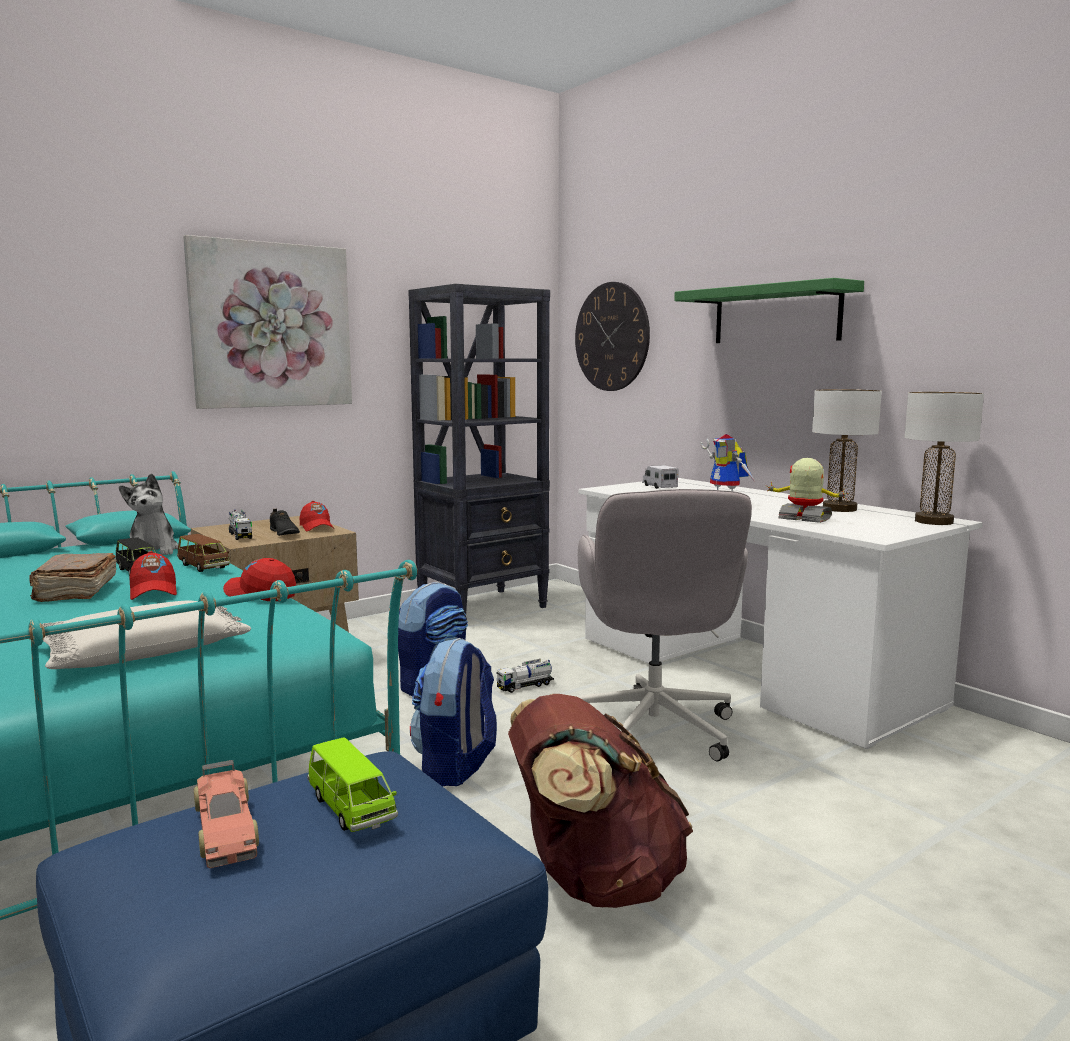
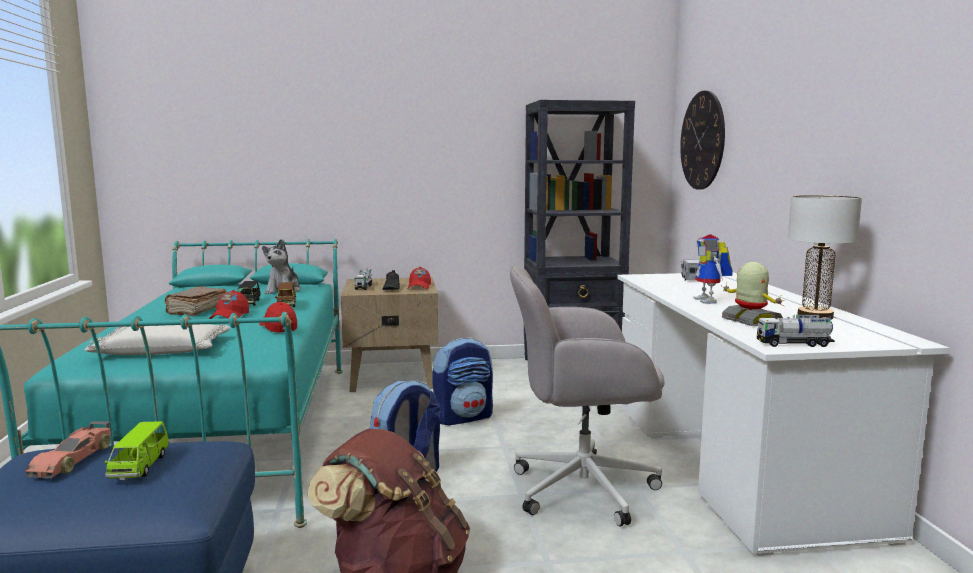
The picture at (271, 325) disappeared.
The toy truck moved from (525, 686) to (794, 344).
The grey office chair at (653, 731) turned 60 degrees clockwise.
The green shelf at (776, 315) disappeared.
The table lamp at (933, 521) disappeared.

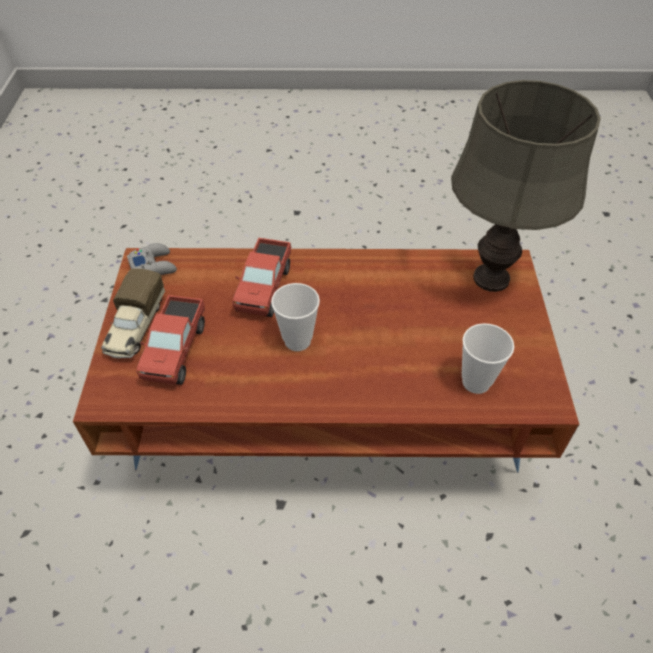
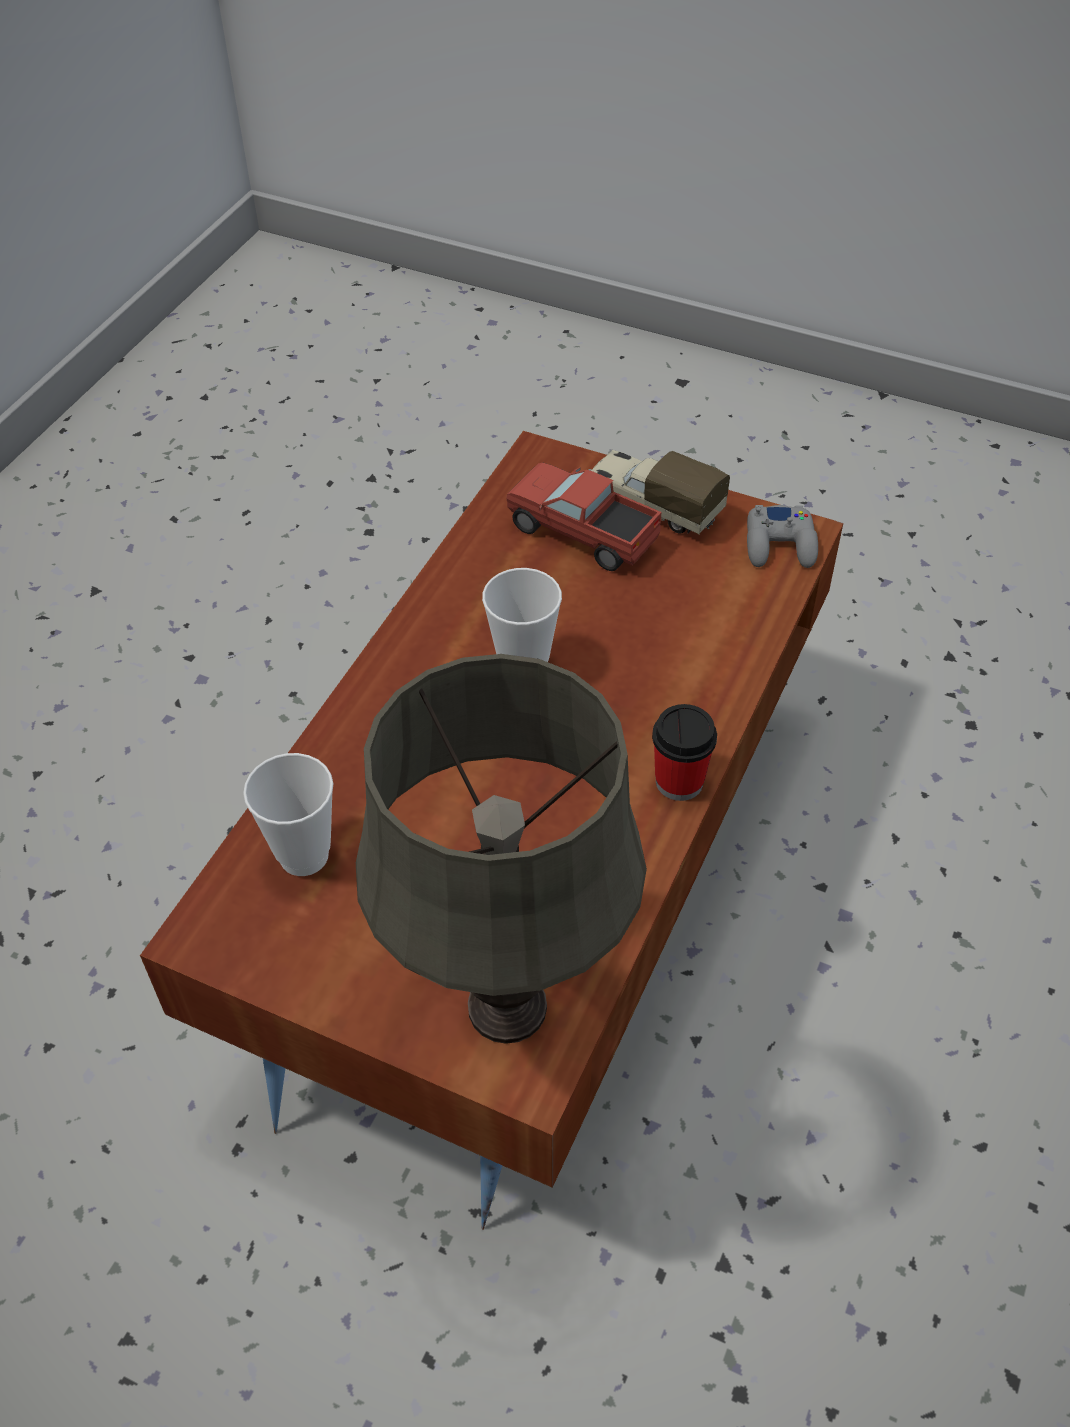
The toy truck at (264, 288) disappeared.
The cup at (679, 781) appeared.

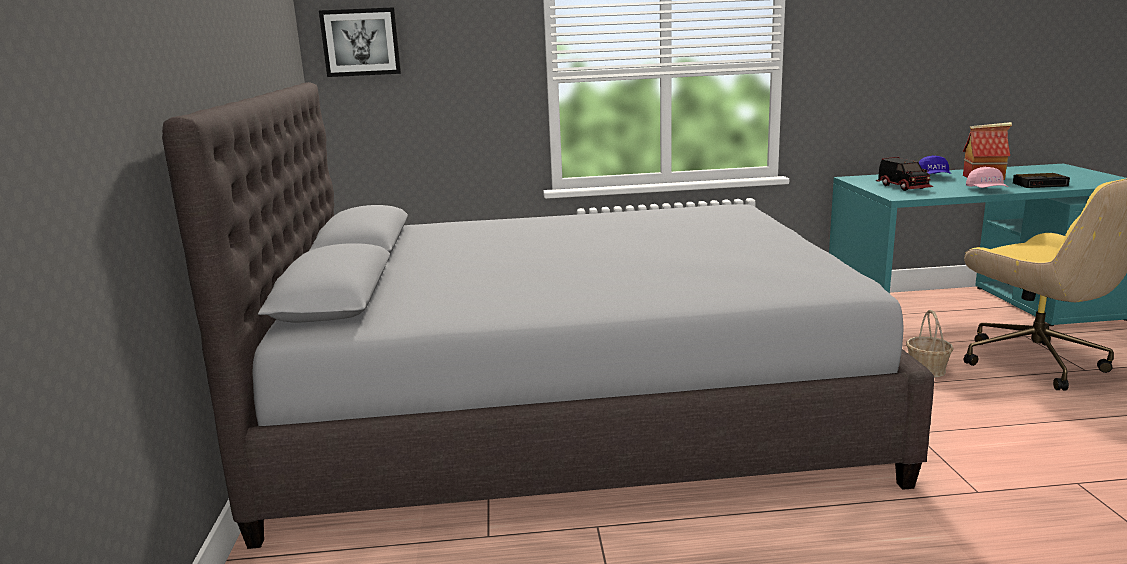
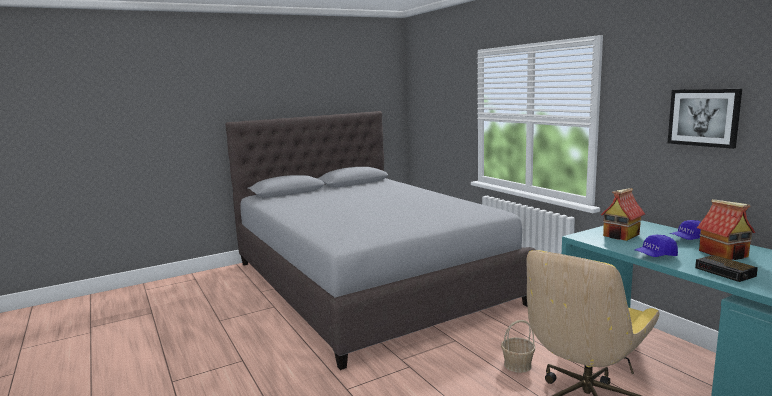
The picture moved from (361, 42) to (704, 117).
The toy truck at (903, 187) was replaced by the toy house at (621, 235).
The pink cap at (986, 190) became the blue cap at (655, 256).

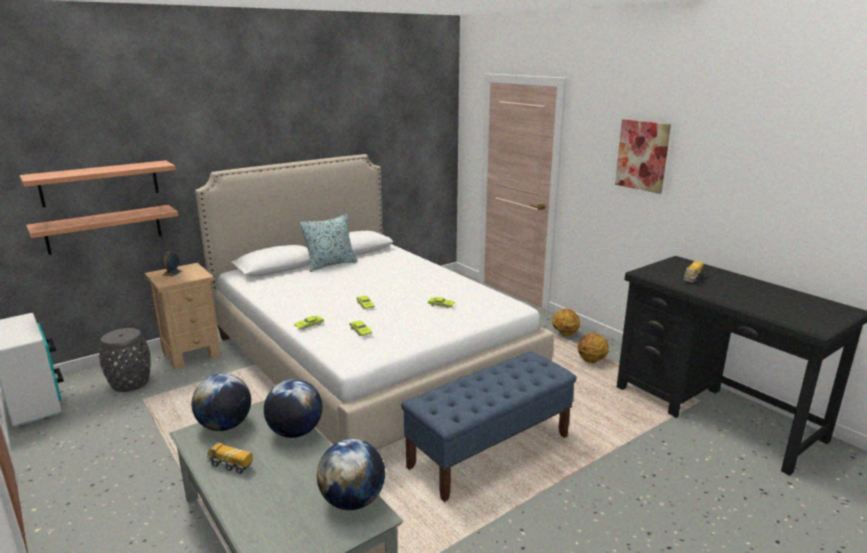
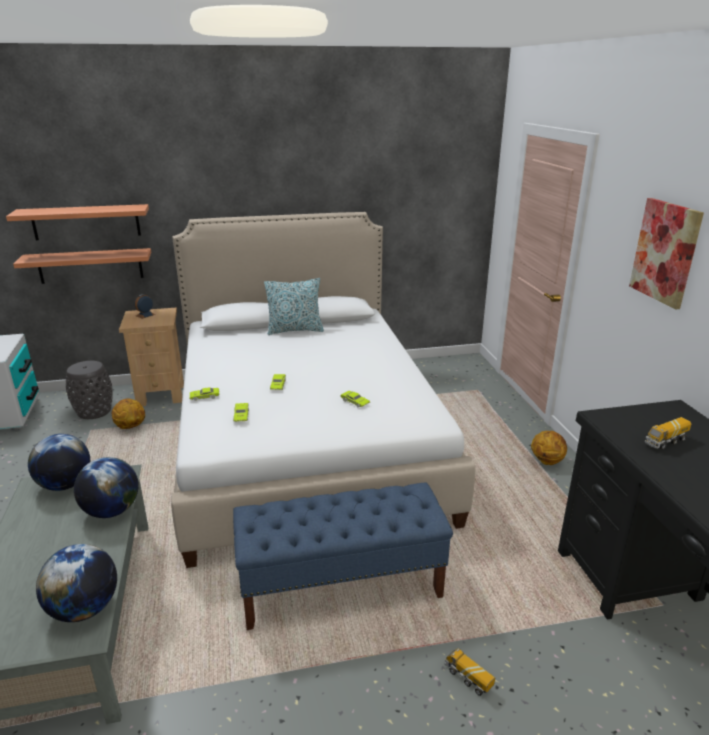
The toy truck moved from (230, 465) to (468, 678).
The basketball moved from (591, 361) to (130, 426).

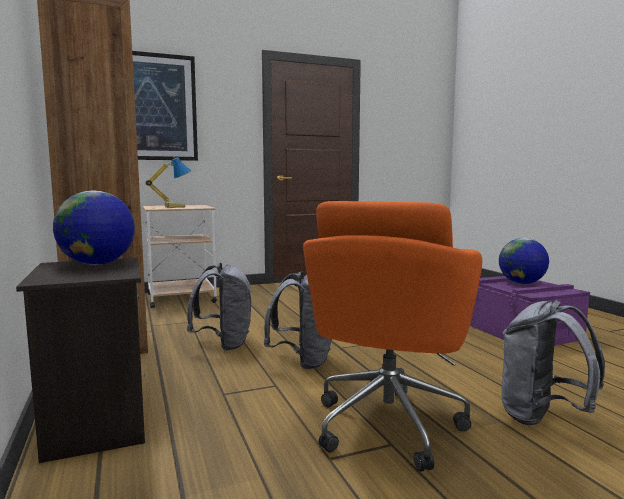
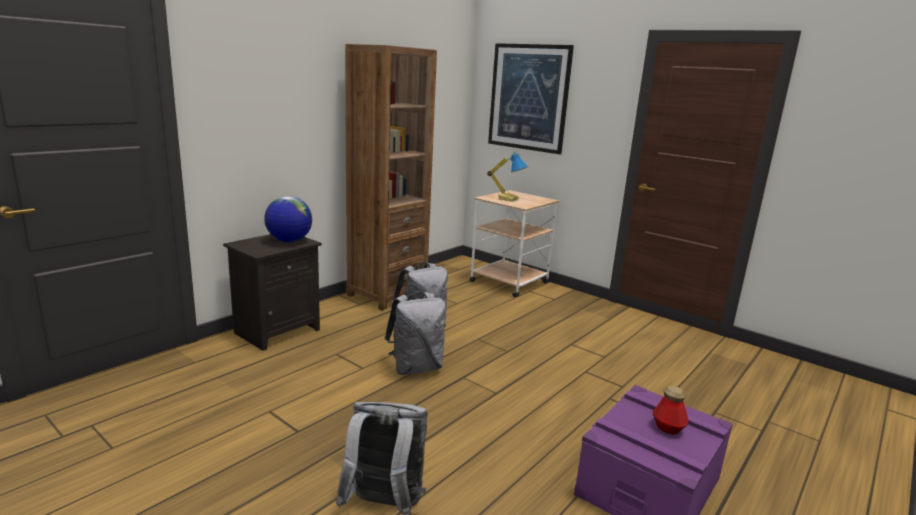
The orange office chair at (389, 422) disappeared.
The globe at (521, 283) was replaced by the bottle at (668, 428).

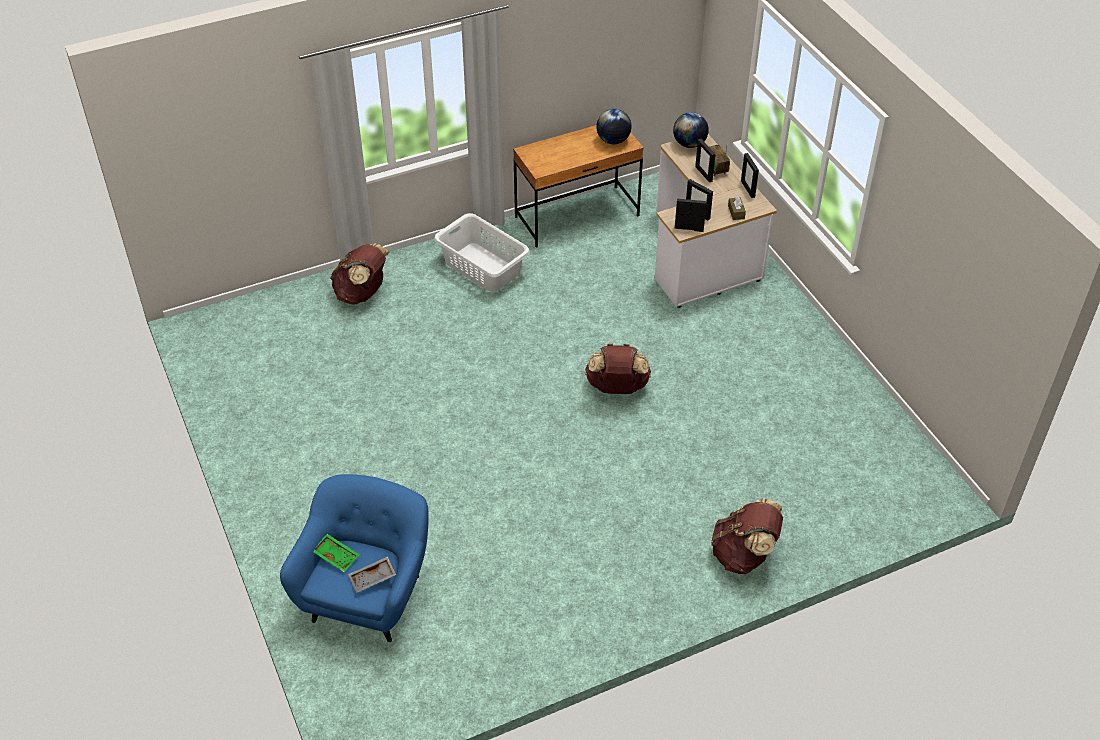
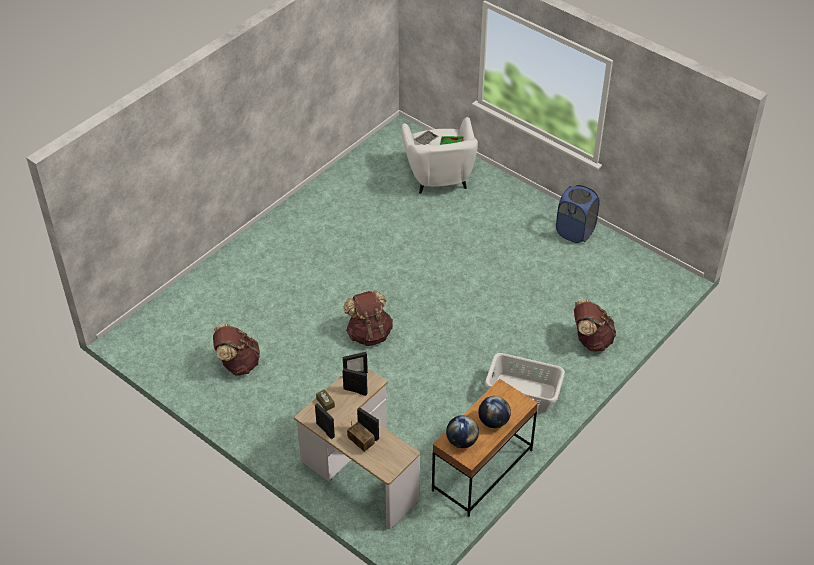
The blue armchair at (368, 595) became the white armchair at (439, 177).
The globe moved from (689, 144) to (493, 421).
The brown backpack moved from (743, 555) to (238, 364).
The blue laundry basket at (575, 232) appeared.

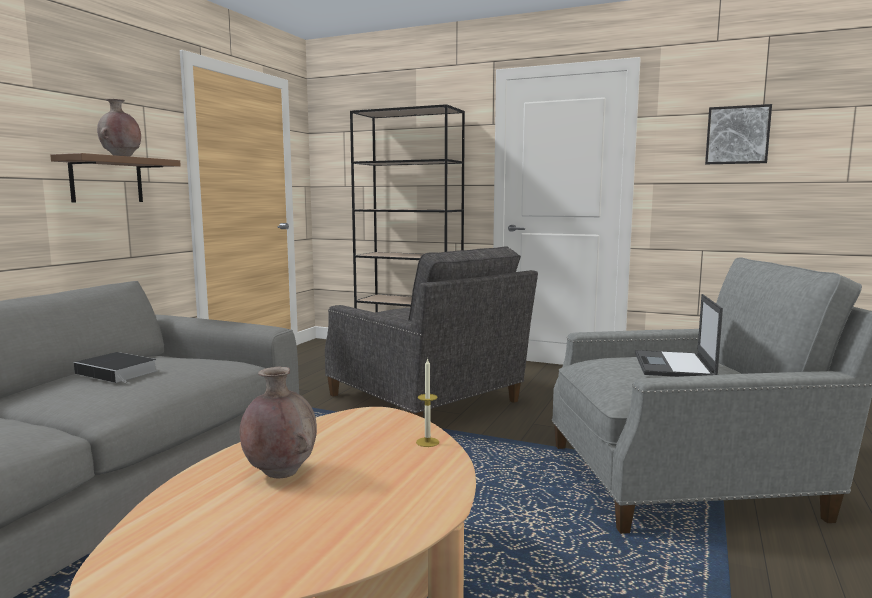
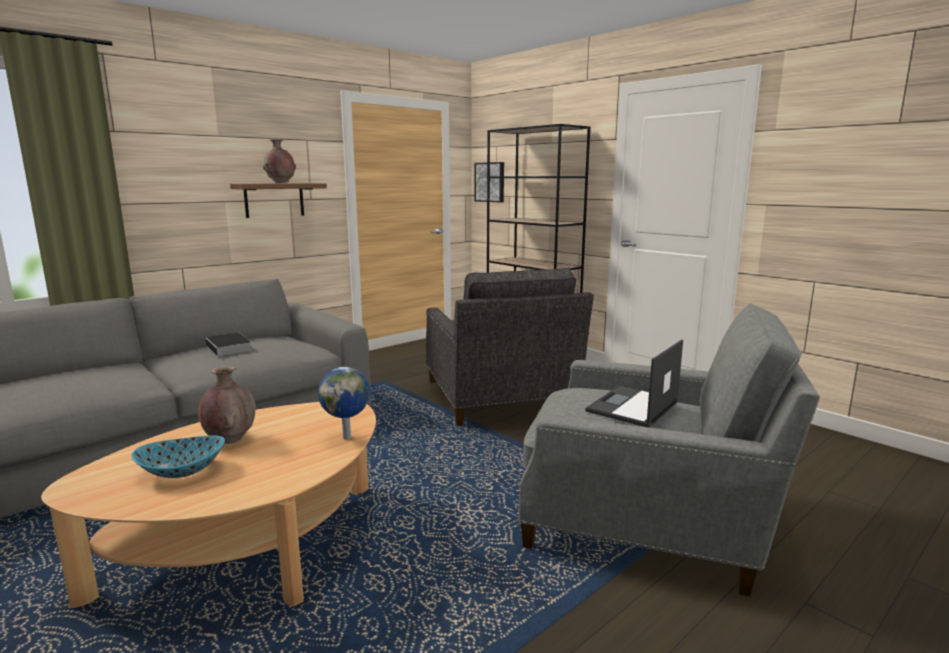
The candle at (427, 442) was replaced by the globe at (347, 437).
The picture moved from (737, 135) to (490, 182).
The bowl at (182, 471) appeared.

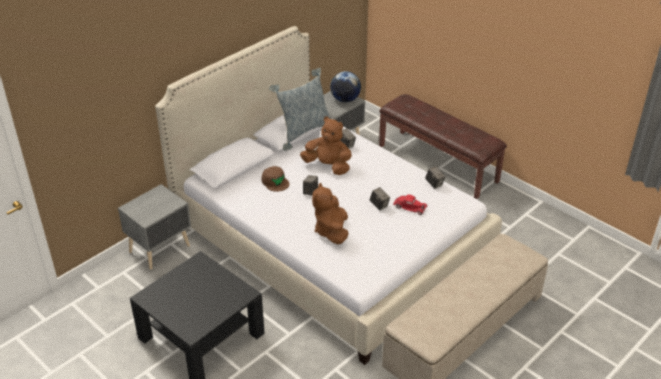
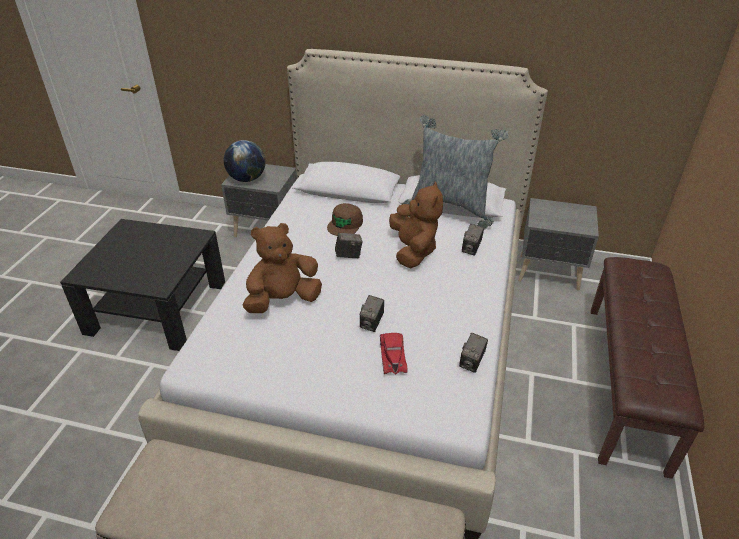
The globe moved from (345, 99) to (247, 179).

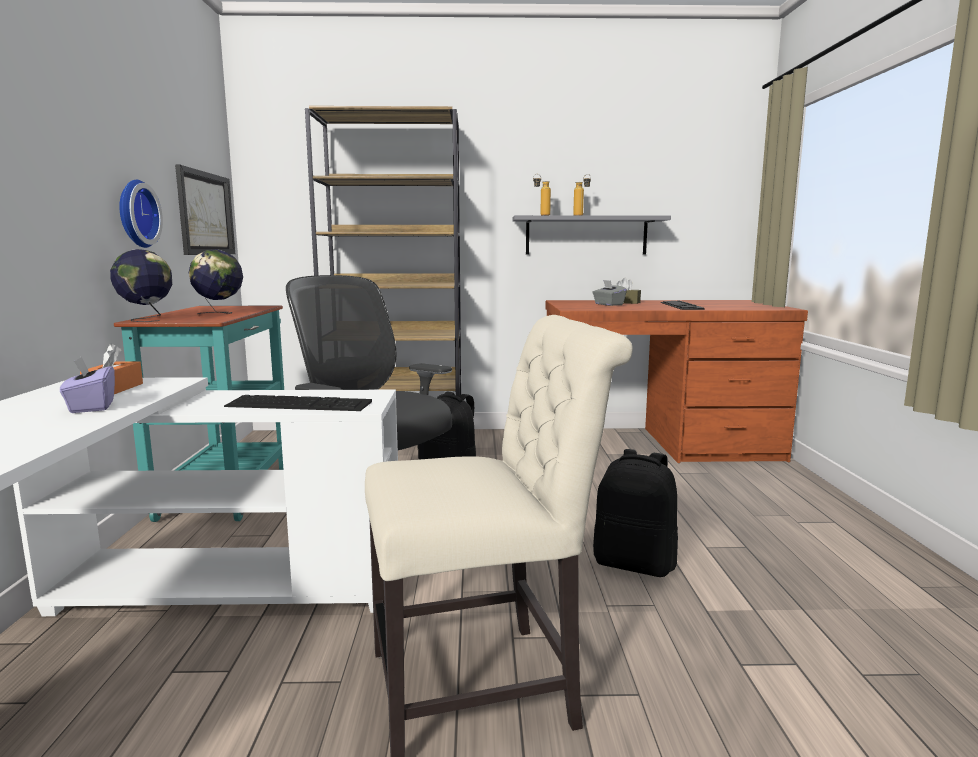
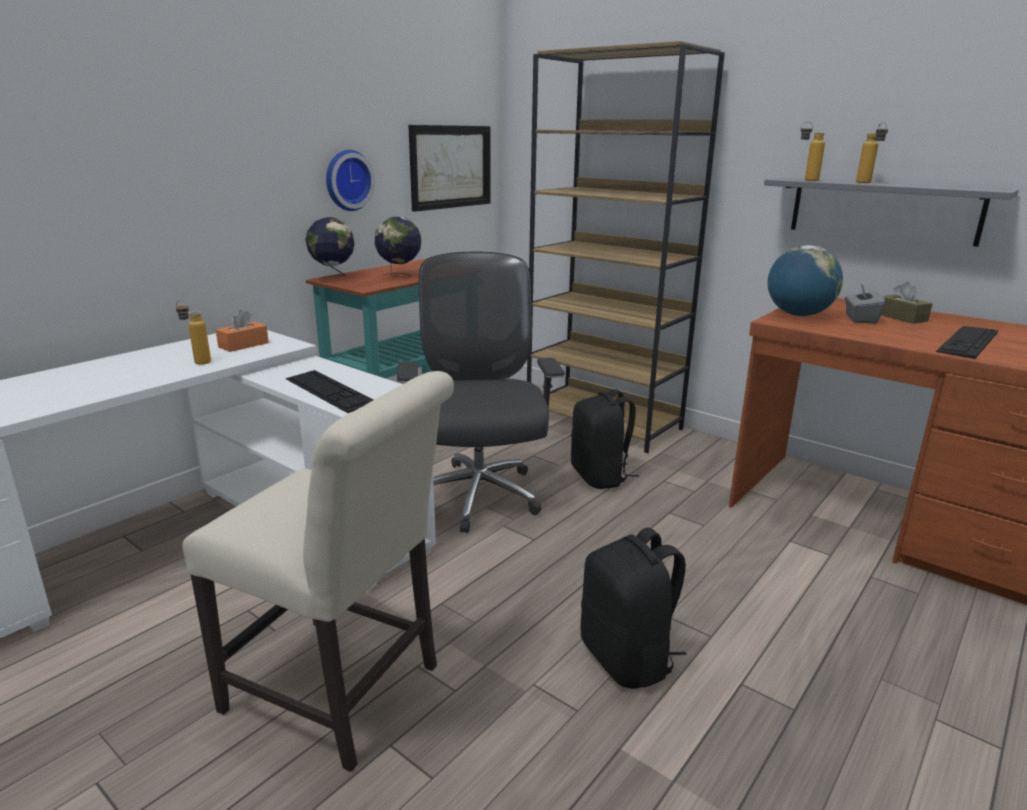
The purple tissue box at (91, 406) was replaced by the bottle at (197, 362).
The globe at (798, 315) appeared.

